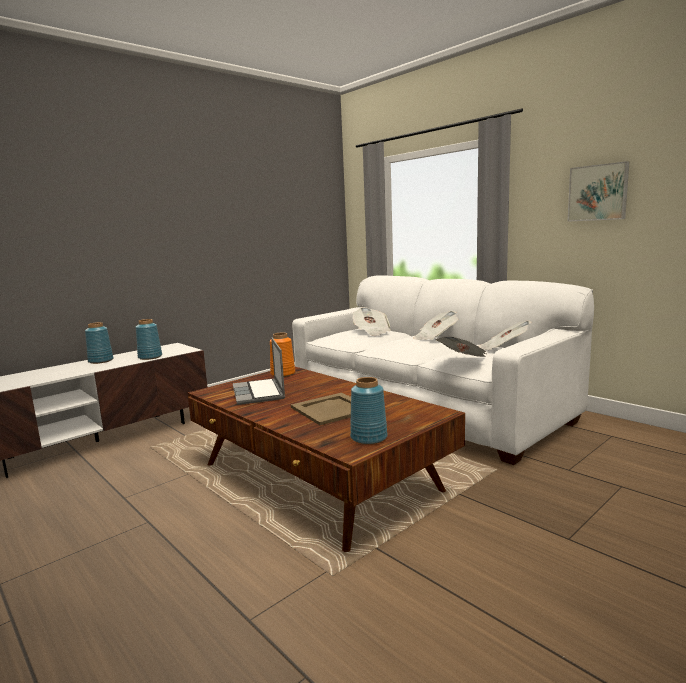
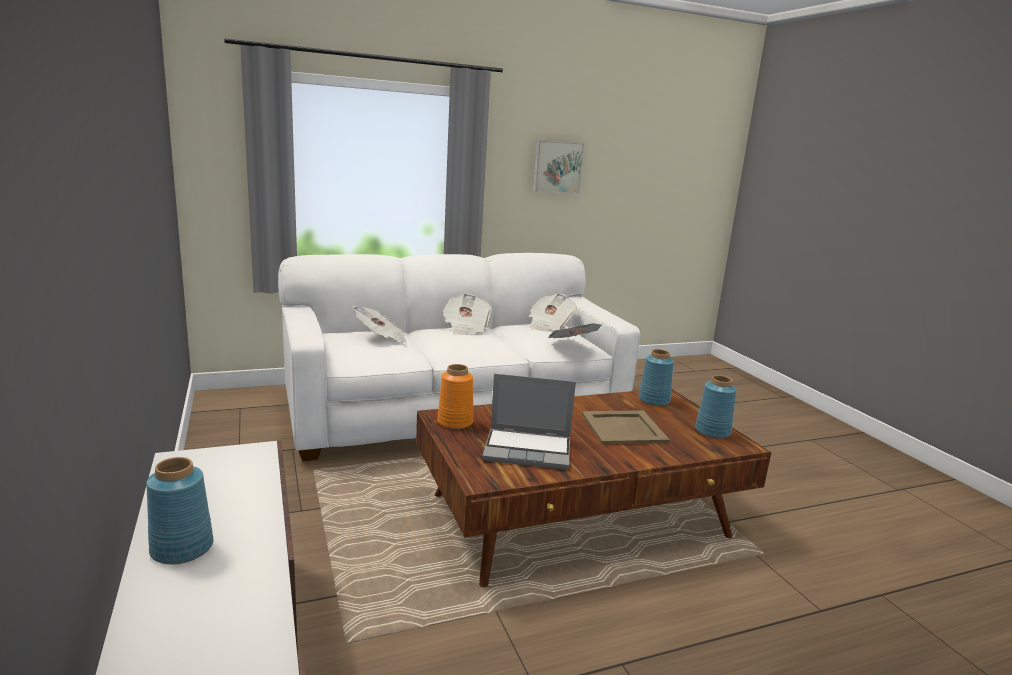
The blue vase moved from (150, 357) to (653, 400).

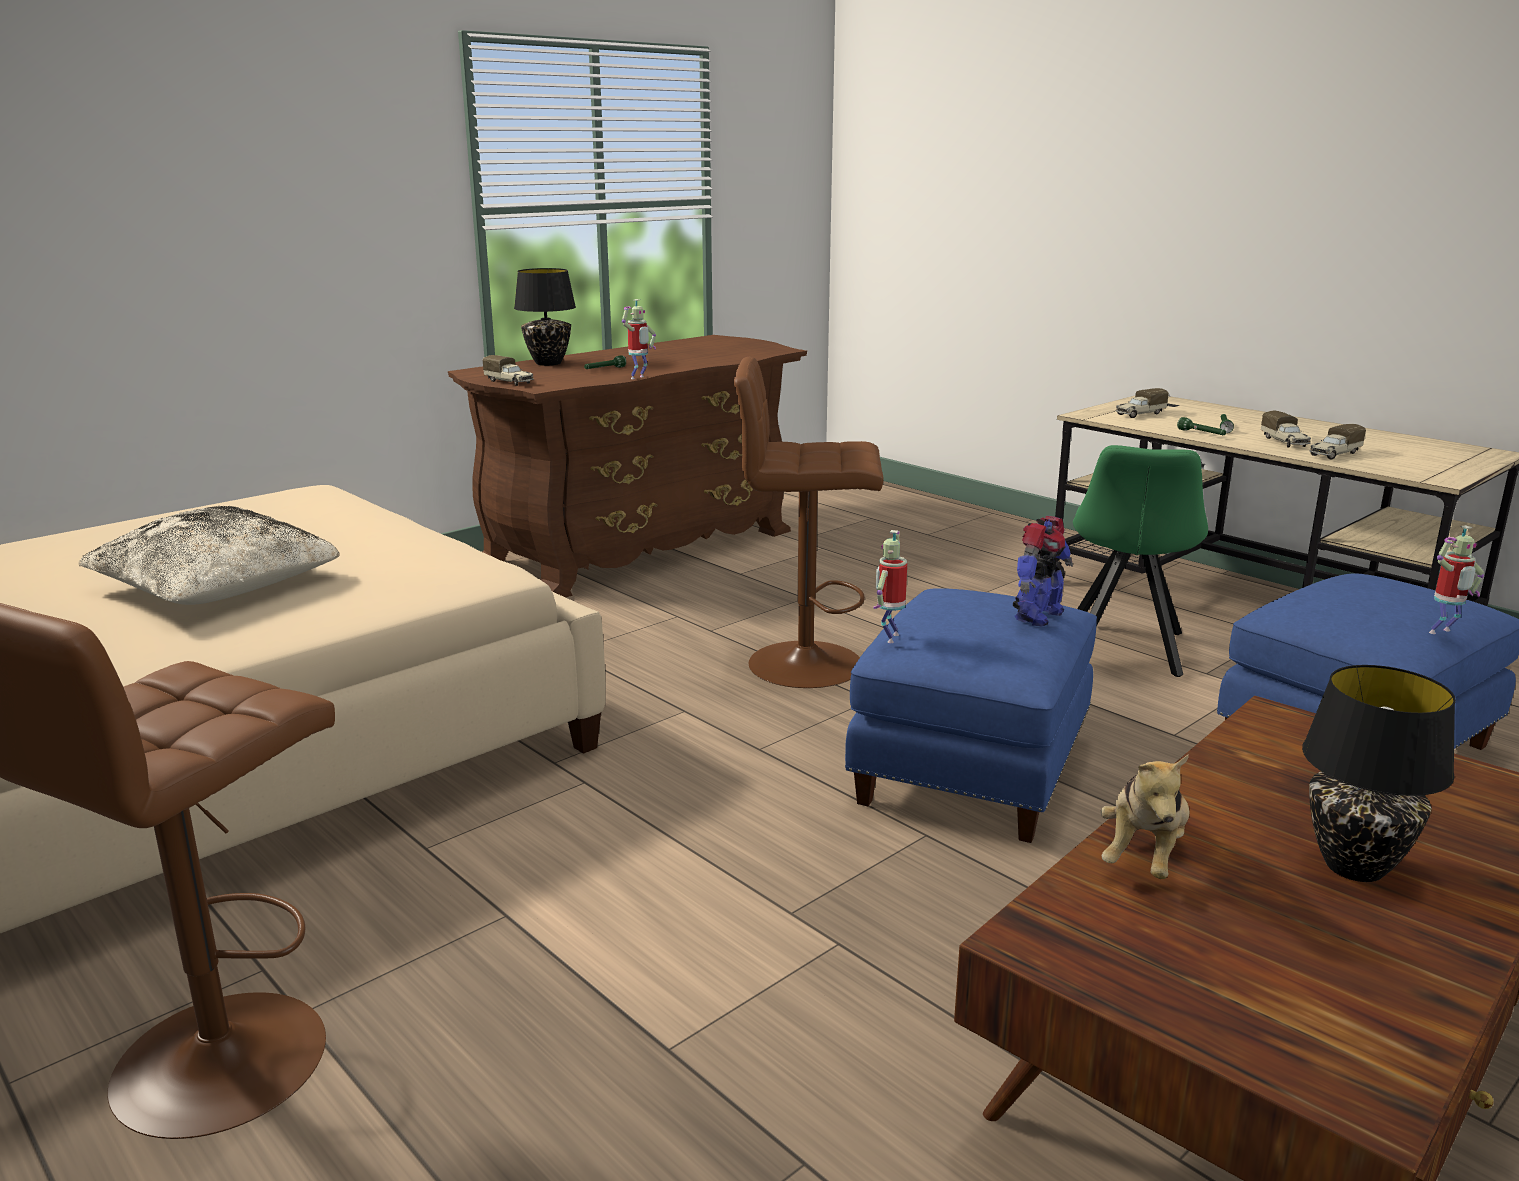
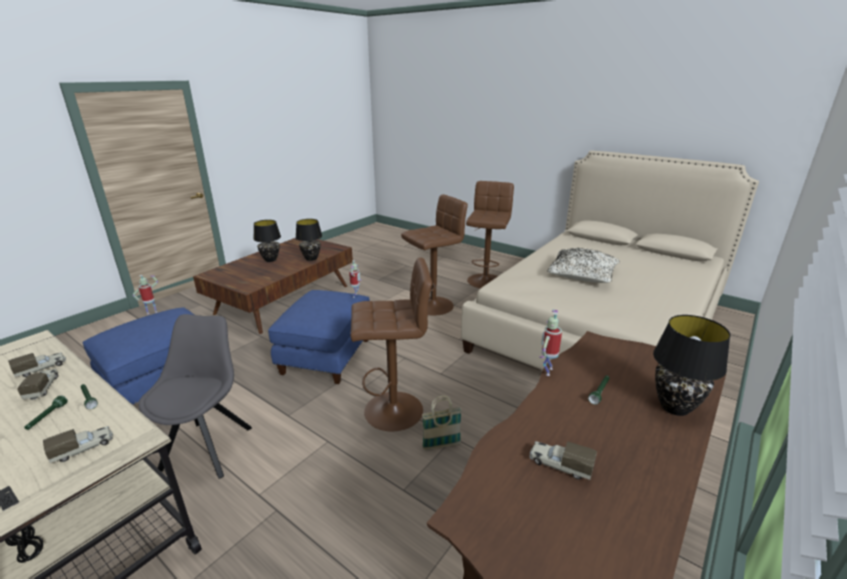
The toy truck moved from (510, 382) to (559, 465).
The toy robot at (1037, 616) disappeared.
The green chair at (1124, 649) became the grey chair at (208, 448).
The plush toy at (1143, 855) was replaced by the black table lamp at (311, 259).
The brown stool at (433, 306) appeared.
The basket at (441, 445) appeared.

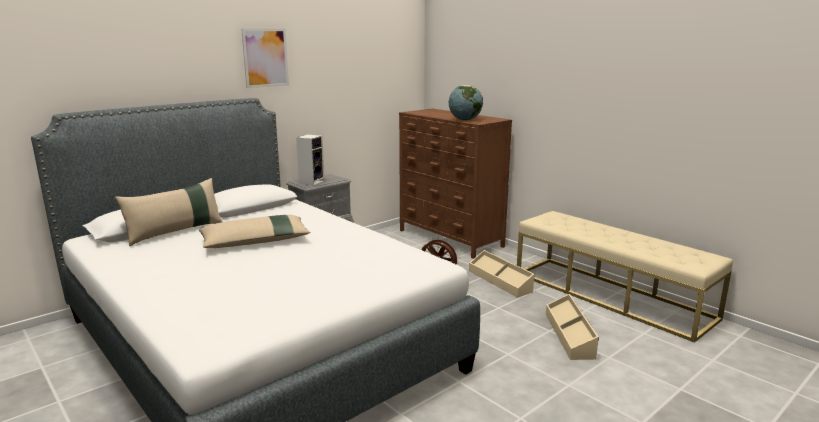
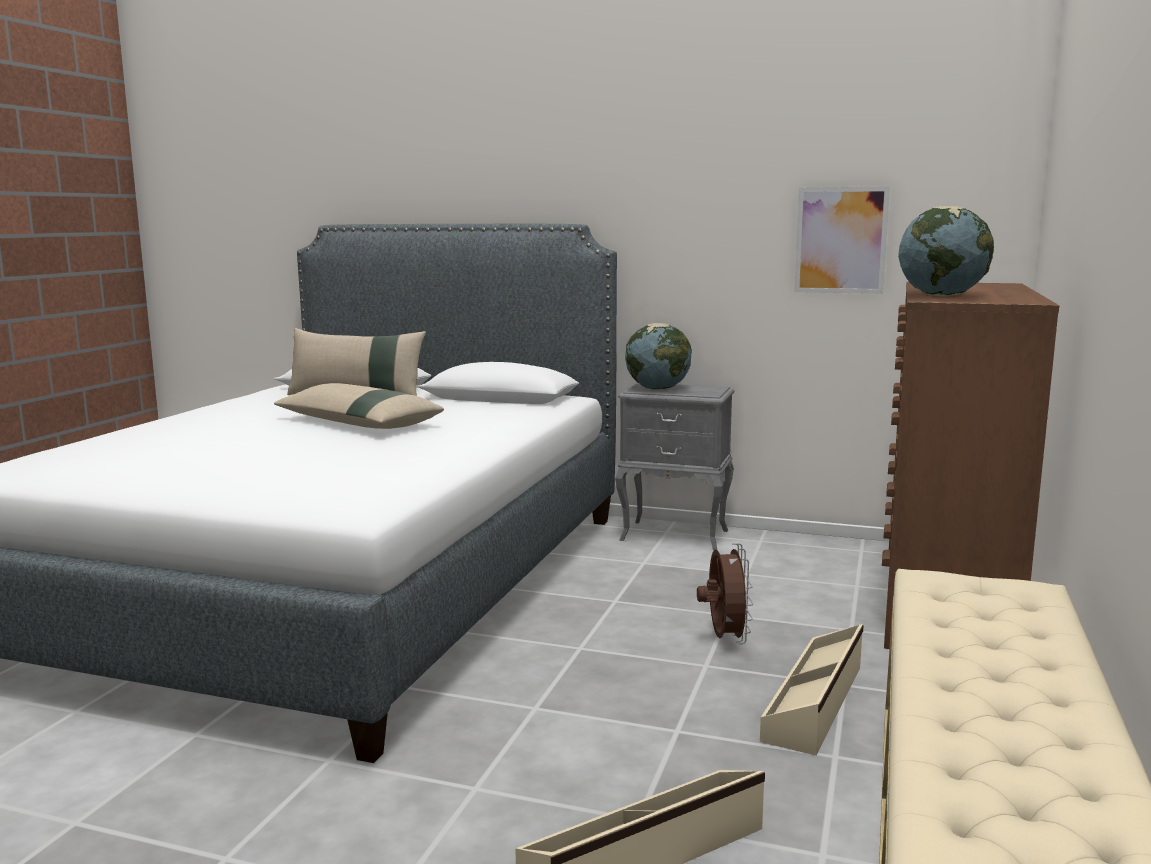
The picture moved from (265, 58) to (841, 240).
The speaker at (312, 182) was replaced by the globe at (658, 389).

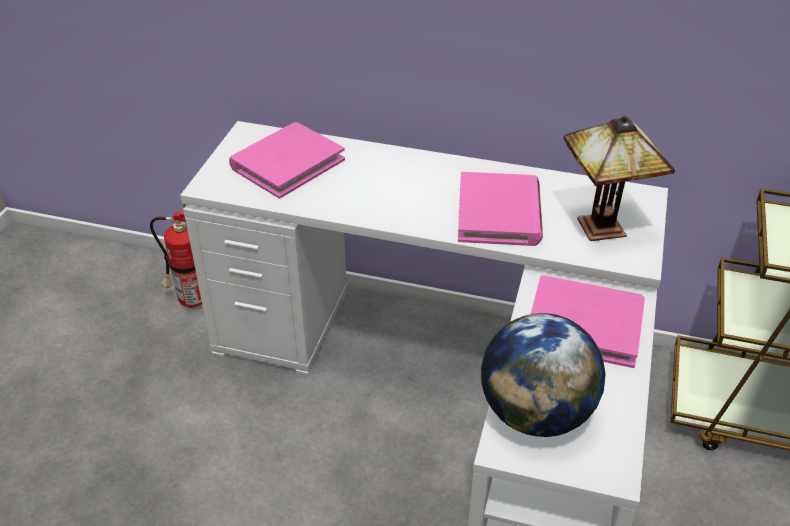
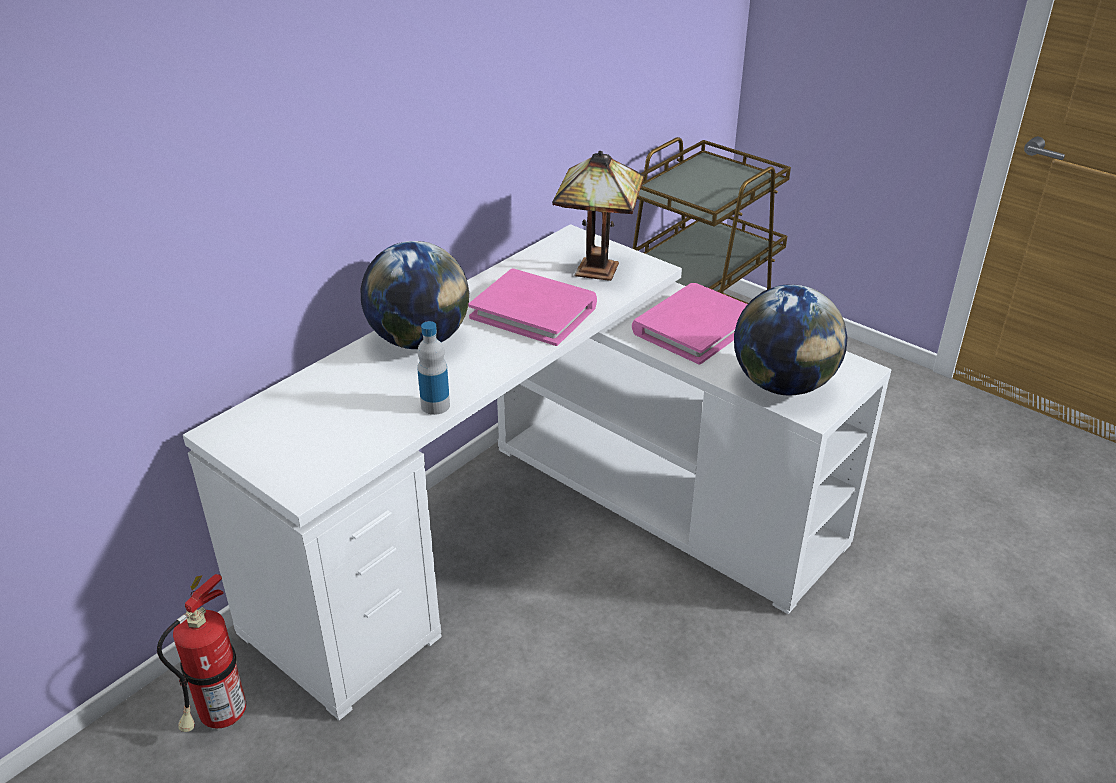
The pink book at (287, 163) disappeared.
The globe at (419, 340) appeared.
The bottle at (435, 405) appeared.

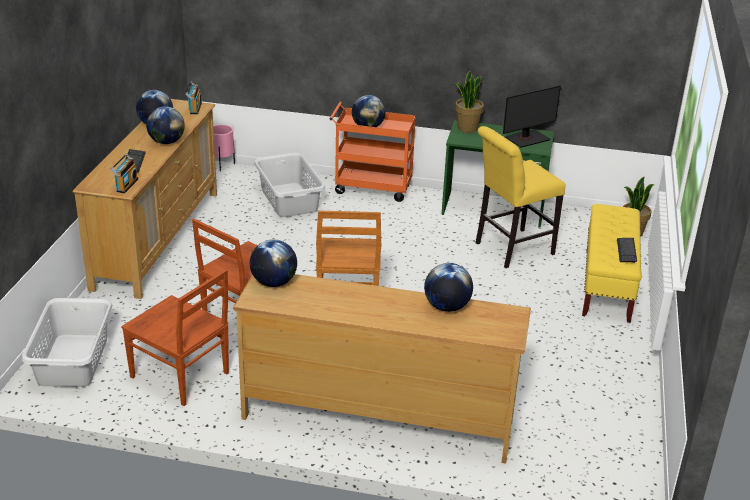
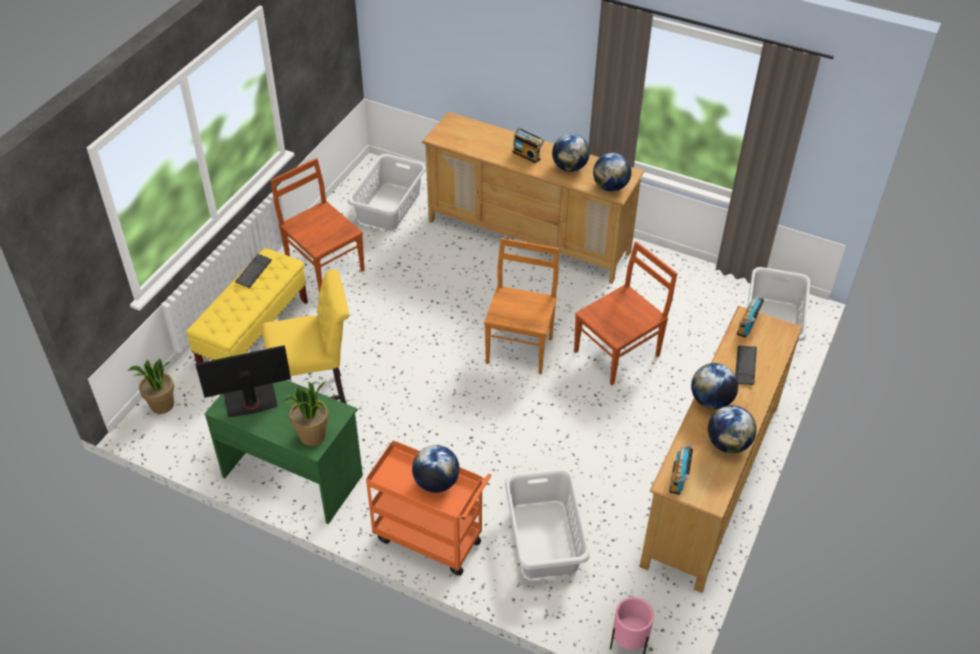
The brown chair moved from (181, 376) to (324, 265).
The globe moved from (447, 307) to (569, 167).
The grey laundry basket at (389, 206) appeared.
The radio at (527, 155) appeared.

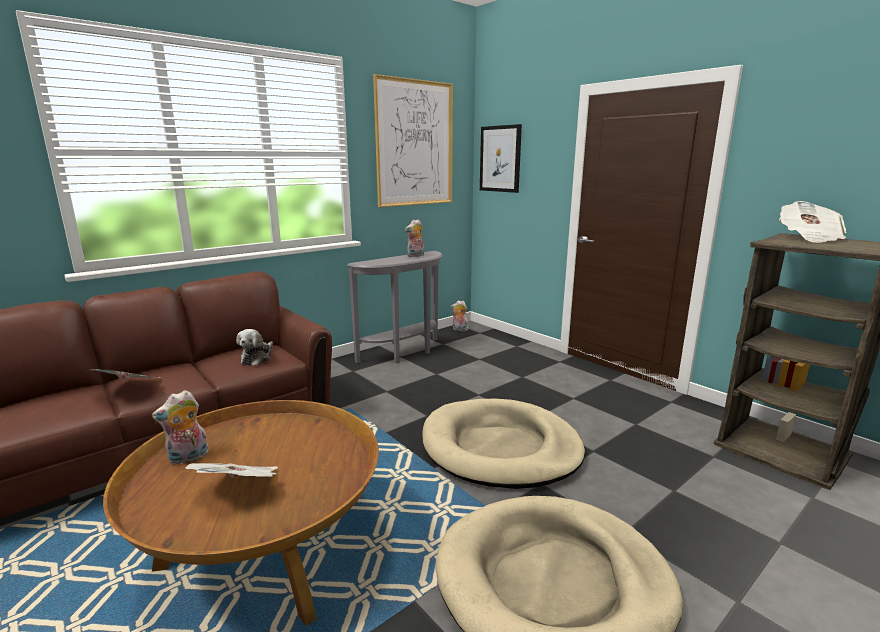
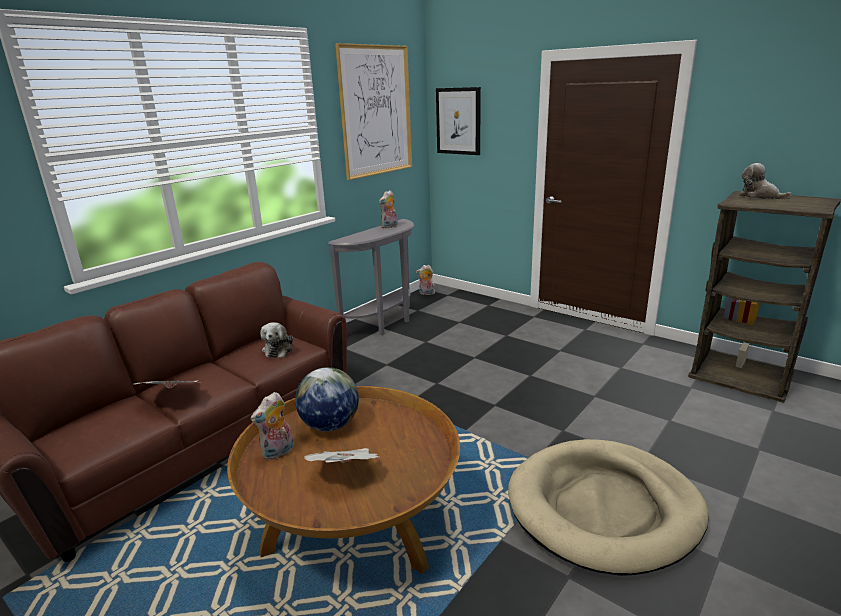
The beige dog bed at (500, 448) disappeared.
The newspaper at (808, 238) was replaced by the plush toy at (759, 196).
The globe at (330, 425) appeared.

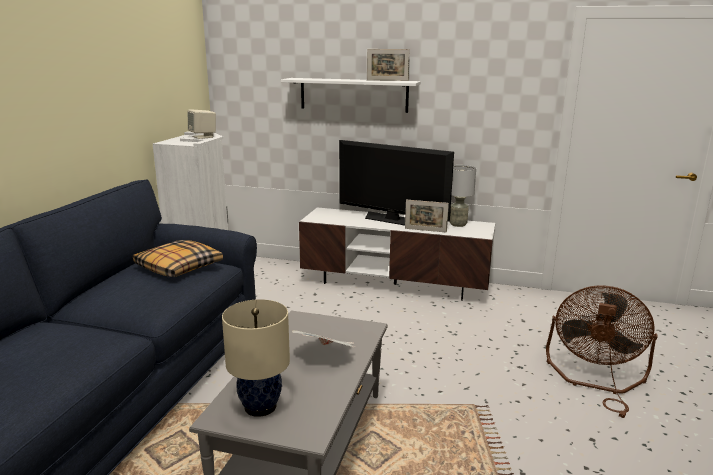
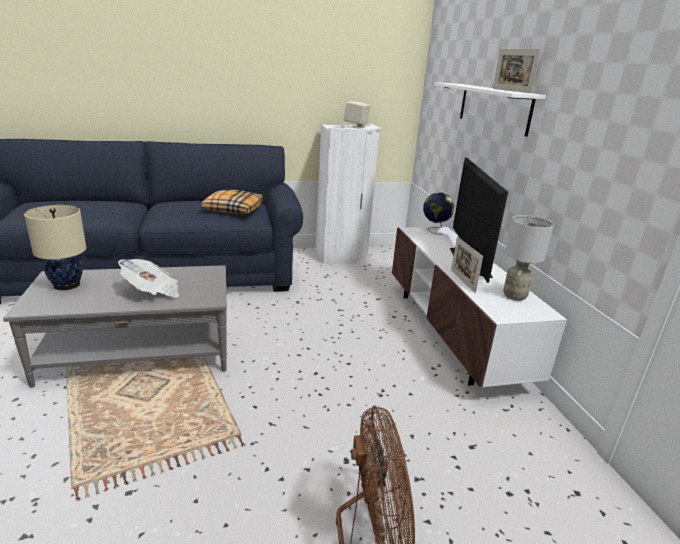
The globe at (435, 230) appeared.

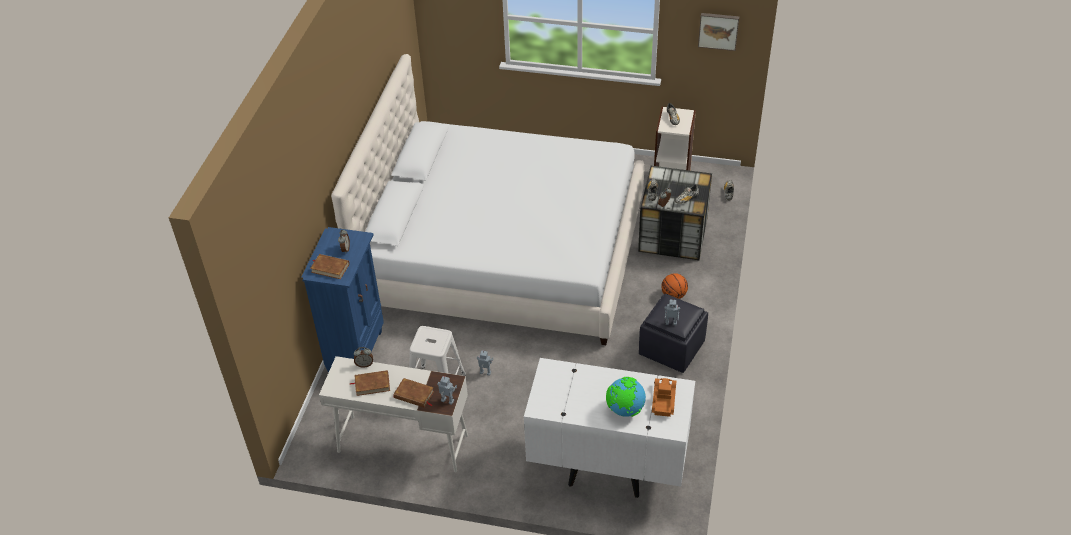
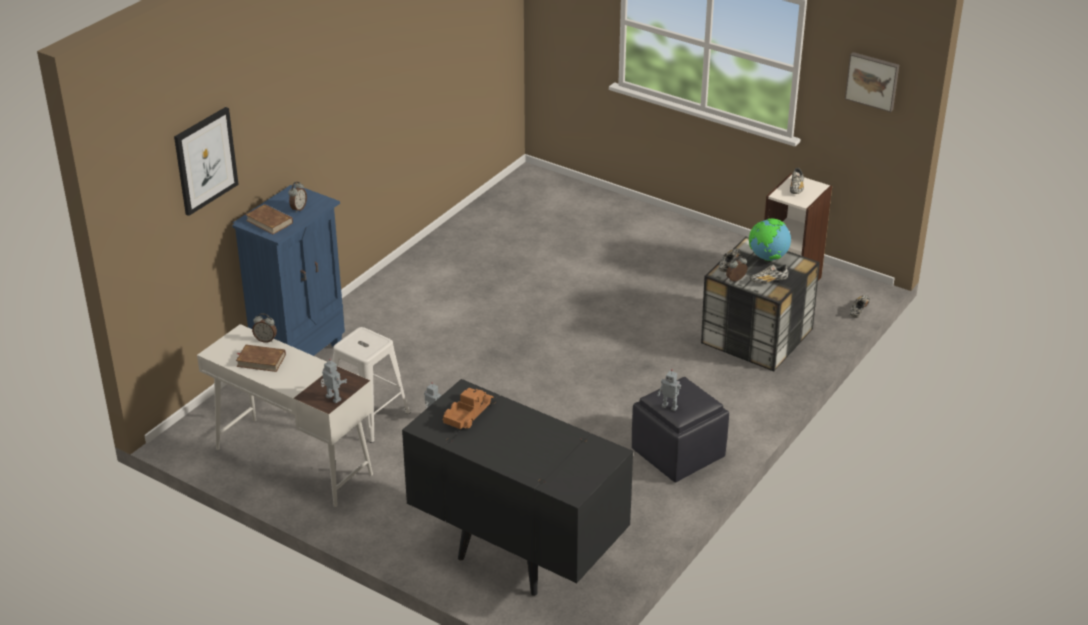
The white bed at (503, 250) disappeared.
The brown book at (414, 395) disappeared.
The white dresser at (607, 468) became the black dresser at (516, 554).
The globe moved from (625, 410) to (768, 258).
The toy truck moved from (663, 400) to (466, 413).
The basketball at (674, 295) disappeared.
The picture at (205, 160) appeared.

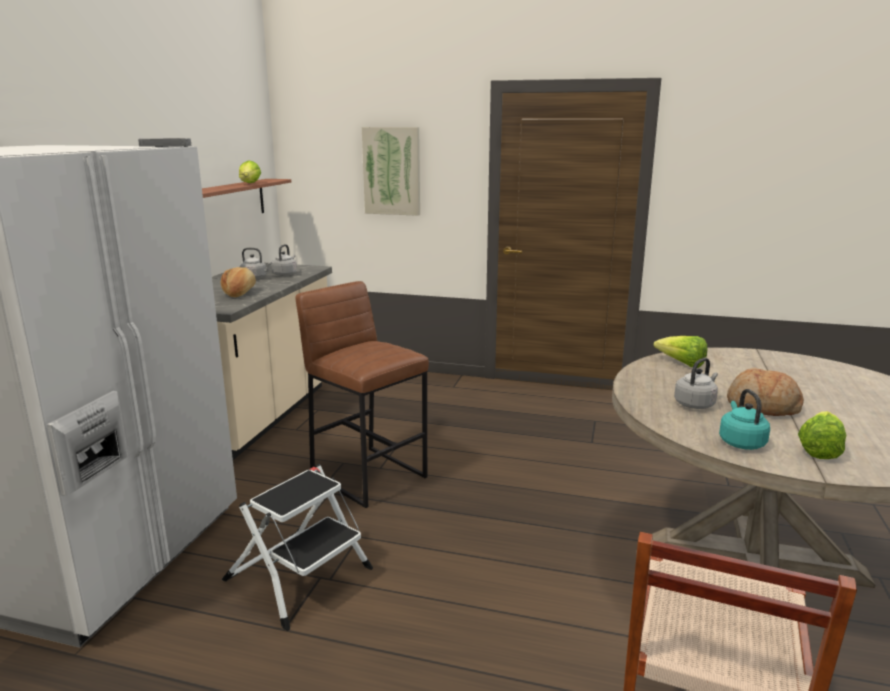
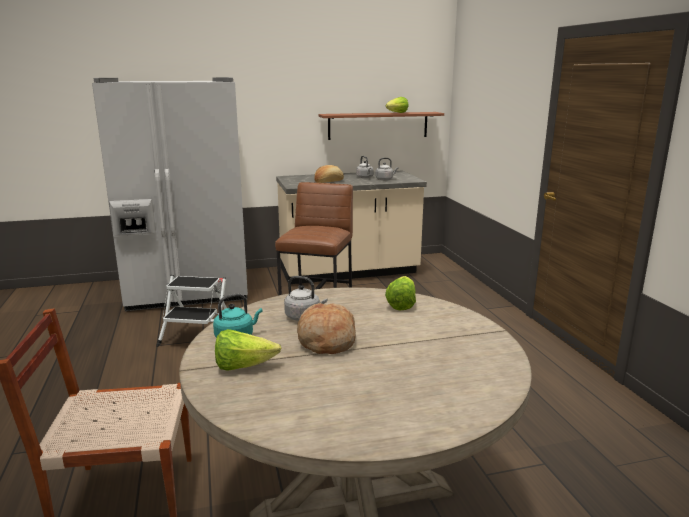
The picture at (392, 171) disappeared.

